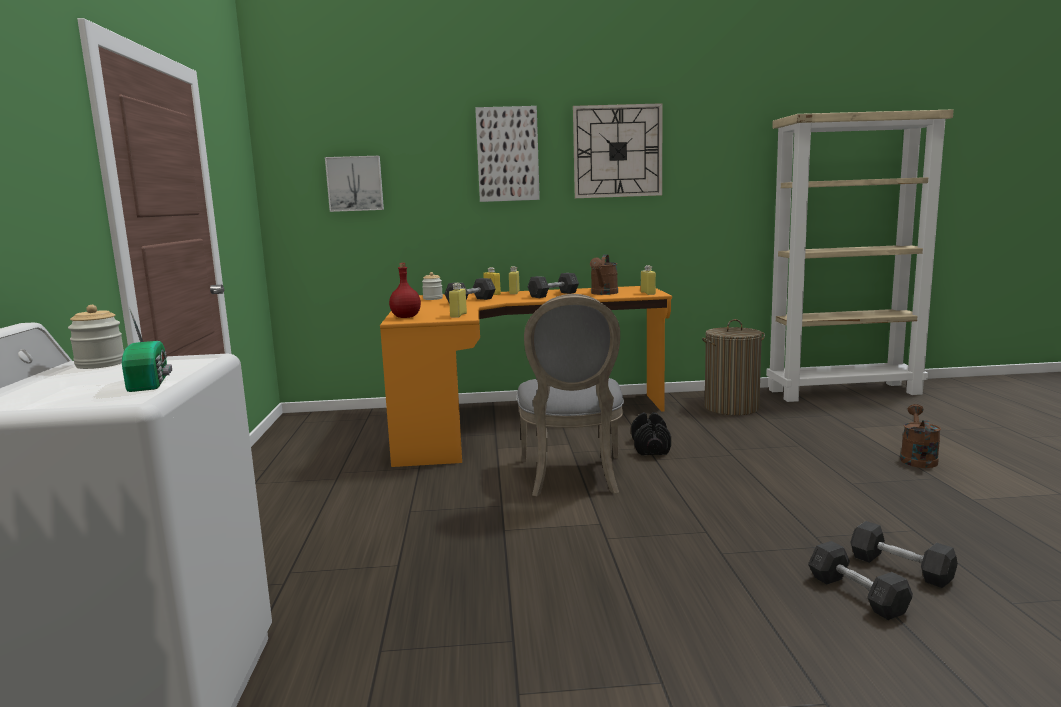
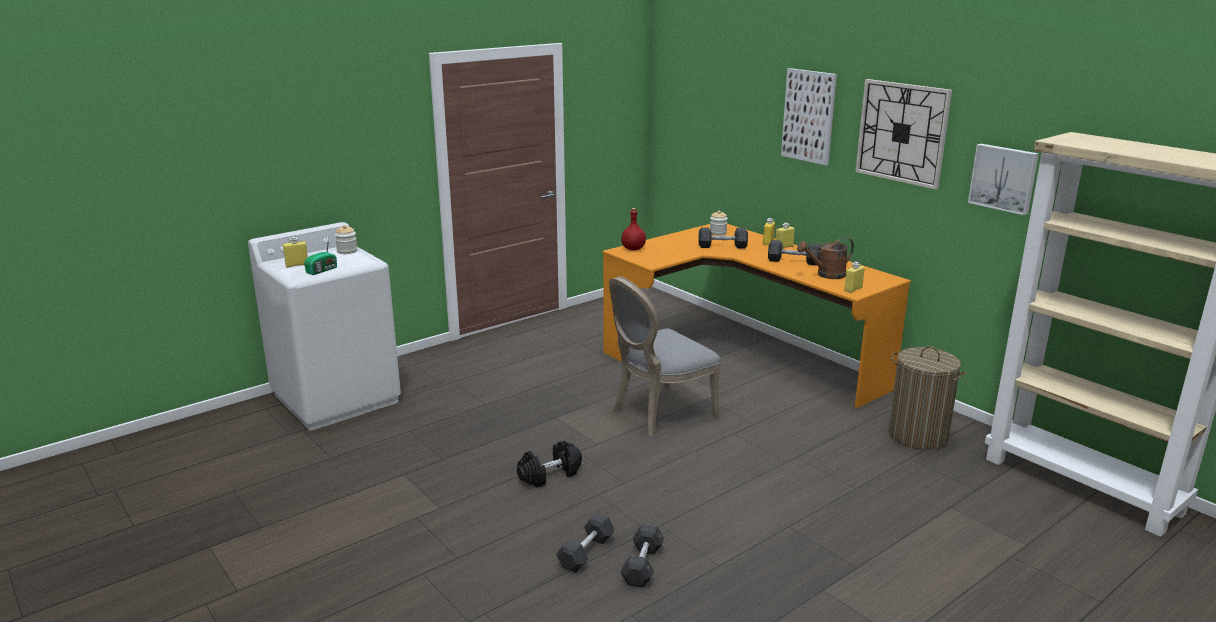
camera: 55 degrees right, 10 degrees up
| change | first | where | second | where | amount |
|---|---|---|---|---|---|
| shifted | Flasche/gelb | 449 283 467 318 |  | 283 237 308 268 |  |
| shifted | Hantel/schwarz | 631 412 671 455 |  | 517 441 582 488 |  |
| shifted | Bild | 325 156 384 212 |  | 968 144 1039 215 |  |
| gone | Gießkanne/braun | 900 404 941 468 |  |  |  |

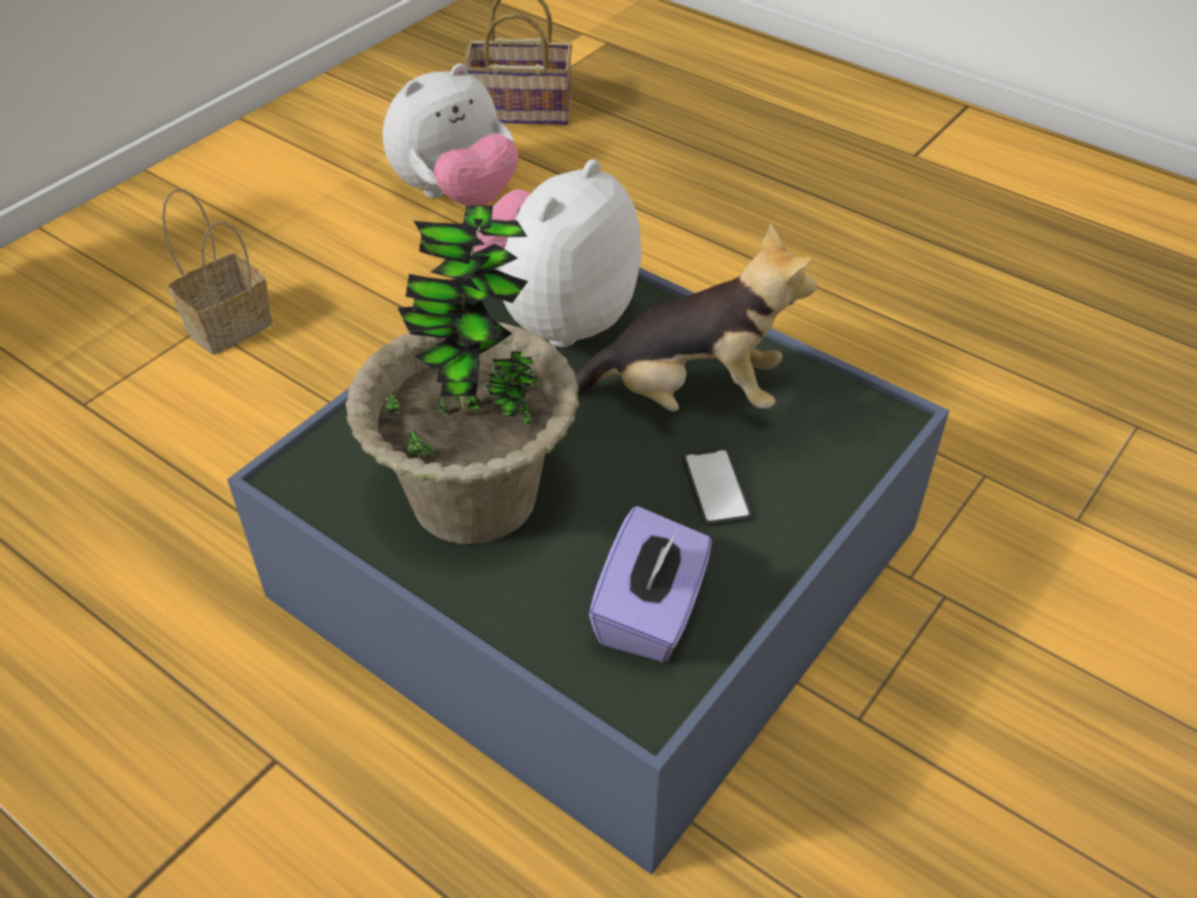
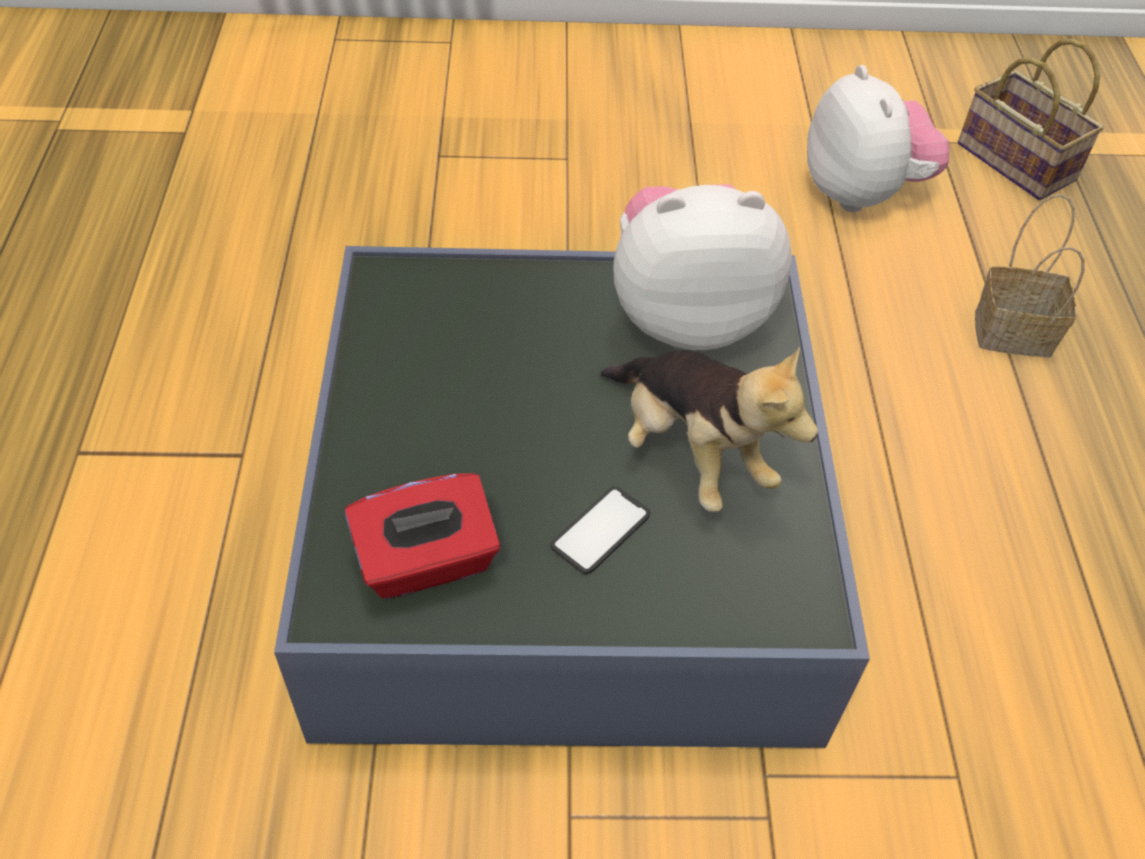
camera: 50 degrees right, 5 degrees up
| change | first | where | second | where | amount |
|---|---|---|---|---|---|
| repainted | Taschentuchbox/lila | 589 506 712 662 | Taschentuchbox/rot | 345 473 500 599 |  |
| rotated | Plüschtier | 383 63 518 206 |  | 807 65 950 212 | 120 degrees counterclockwise |
| shifted | Korb | 162 189 273 355 |  | 975 194 1085 357 |  |
| gone | Topfpflanze | 346 205 579 544 |  |  |  |

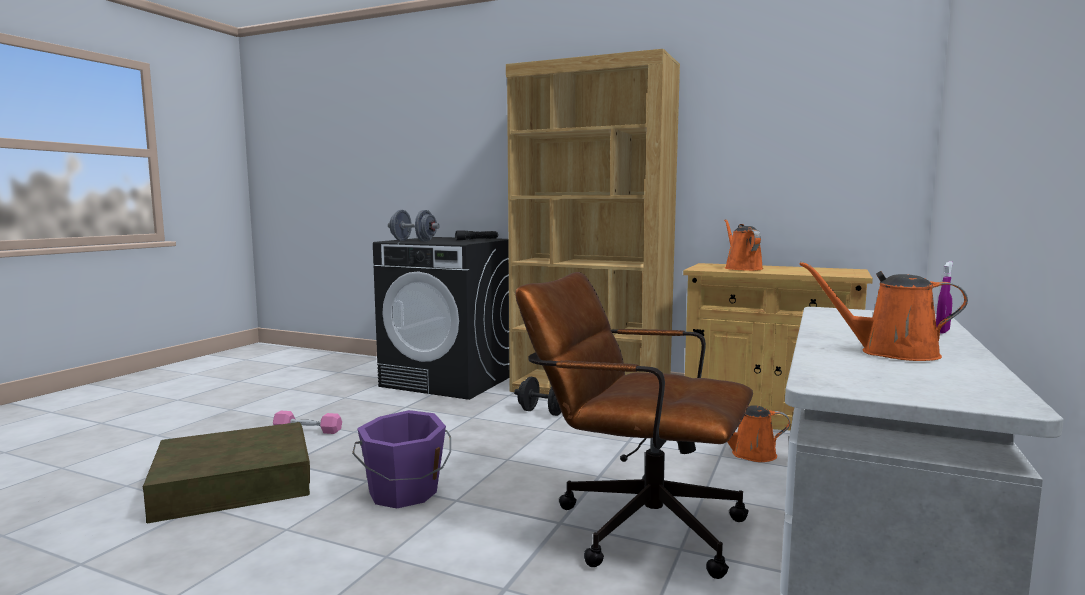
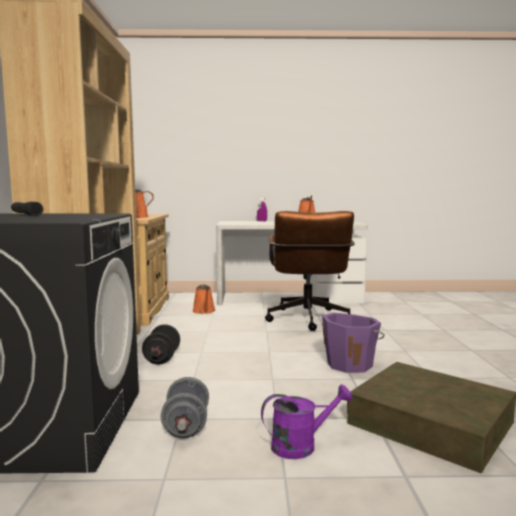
camera: 115 degrees left, 0 degrees up
| change | first | where | second | where | amount |
|---|---|---|---|---|---|
| shifted | Hantel/grau | 388 210 440 242 |  | 161 377 209 438 |  |
| swapped | Hantel/rosa | 273 411 342 434 | Gießkanne/lila | 261 384 352 459 |  |

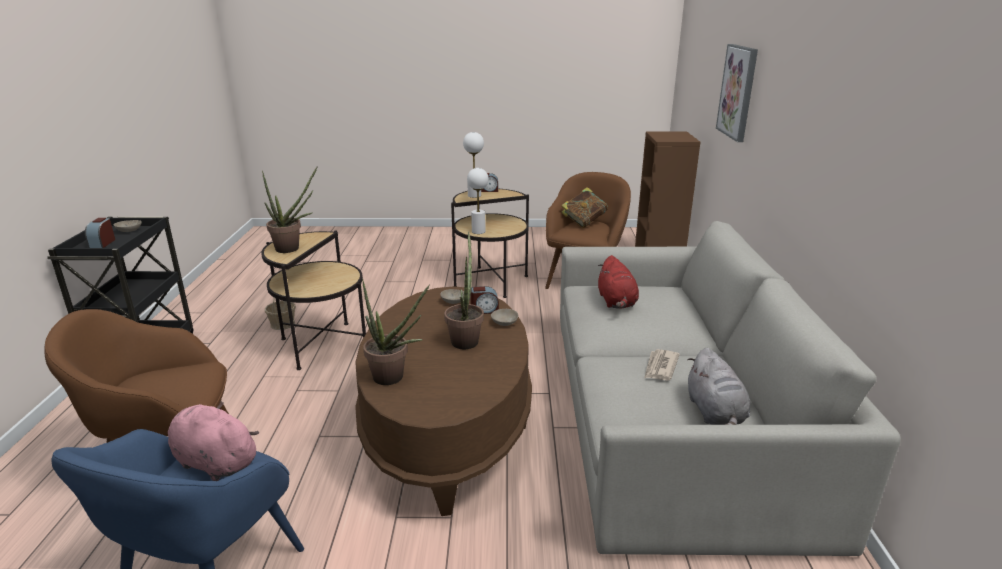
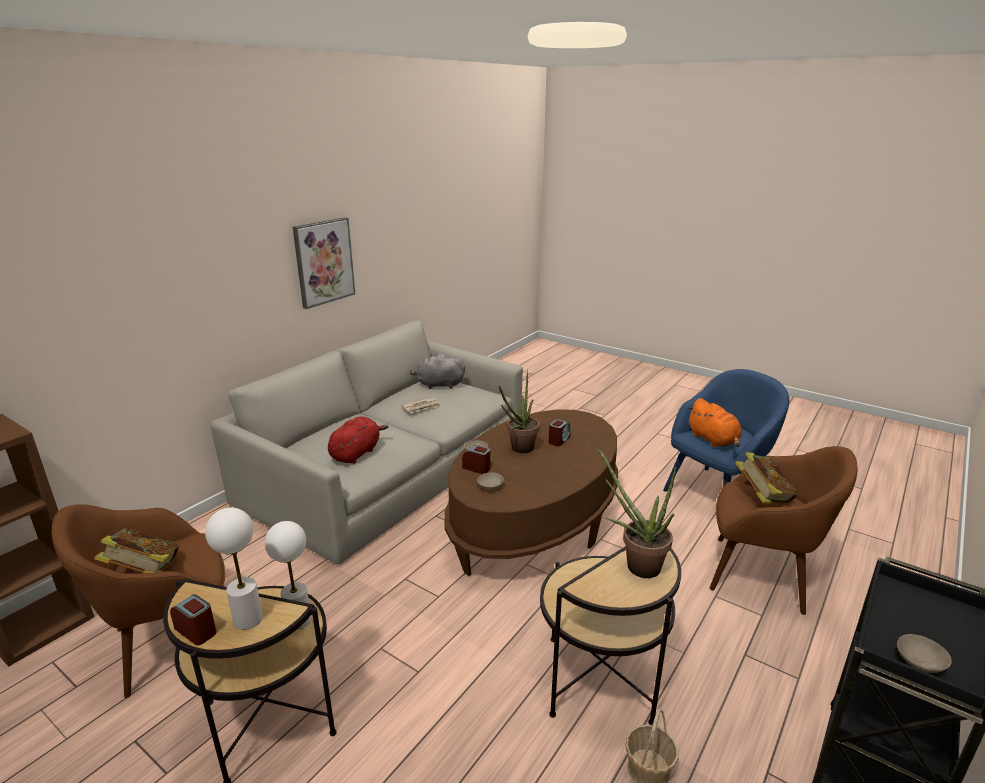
camera: 145 degrees left, 0 degrees up
| change | first | where | second | where | amount |
|---|---|---|---|---|---|
| shifted | Bild | 716 44 758 142 |  | 293 217 355 309 |  |
| rotated | Plüschtier/grau | 687 348 750 425 |  | 410 354 465 389 | 120 degrees counterclockwise |
| shifted | Wecker | 85 218 115 248 |  | 549 419 571 446 |  |
| repainted | Plüschtier/rosa | 168 401 259 481 | Plüschtier/orange | 687 398 742 447 |  |
| new |  |  | Buch | 735 452 798 504 |  |
| gone | Topfpflanze | 362 279 430 385 |  |  |  |

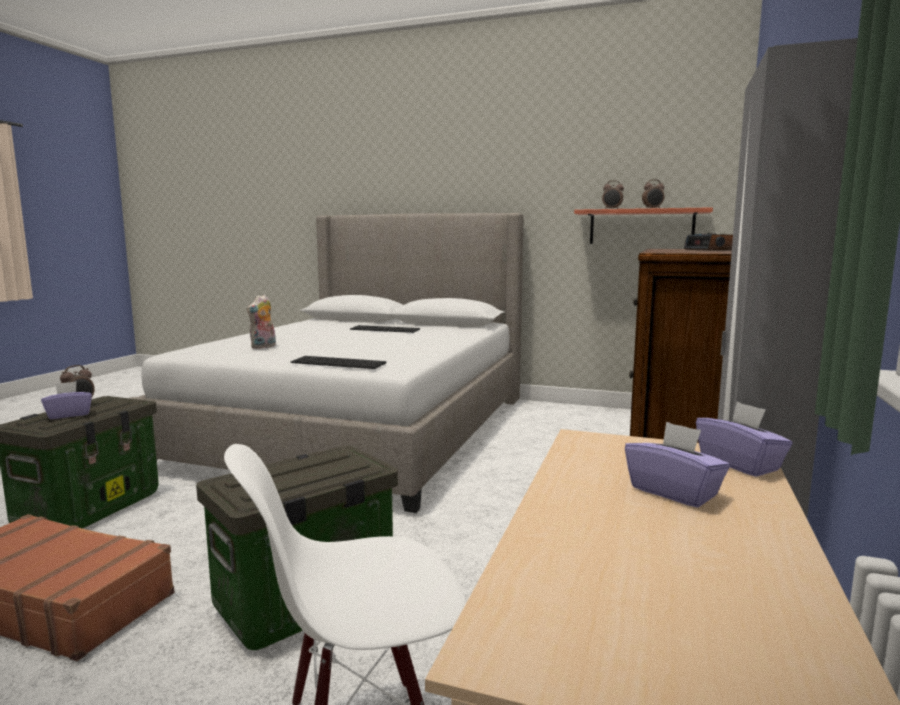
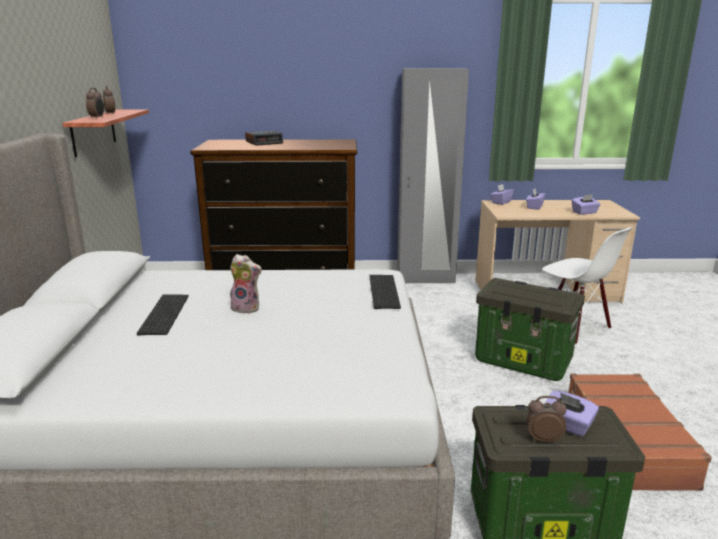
camera: 110 degrees left, 10 degrees up
| change | first | where | second | where | amount |
|---|---|---|---|---|---|
| shifted | Plüschtier | 247 295 276 349 |  | 230 254 262 314 |  |
| new |  |  | Taschentuchbox/lila | 572 194 601 215 |  |

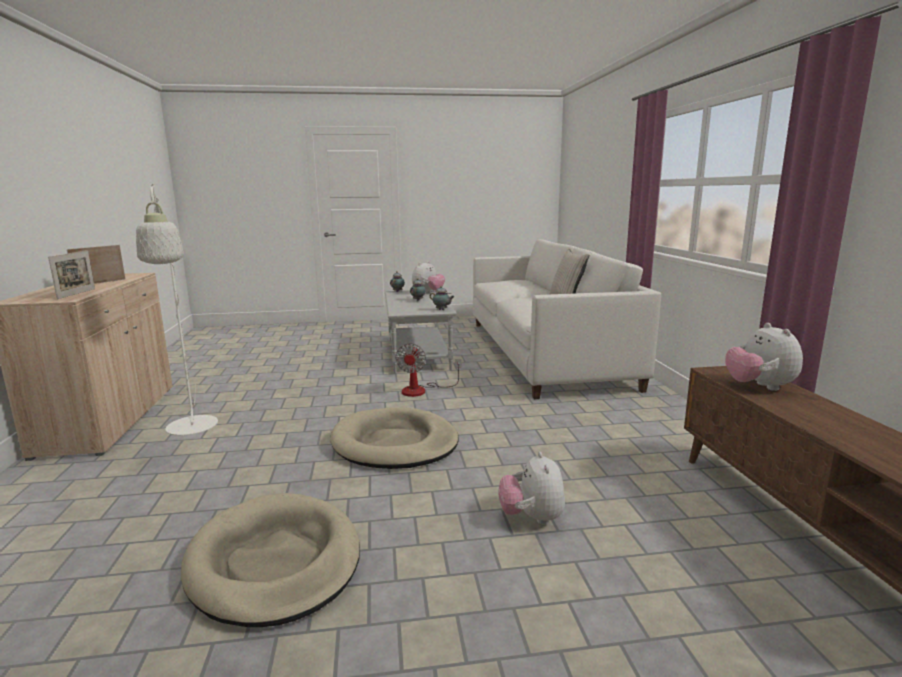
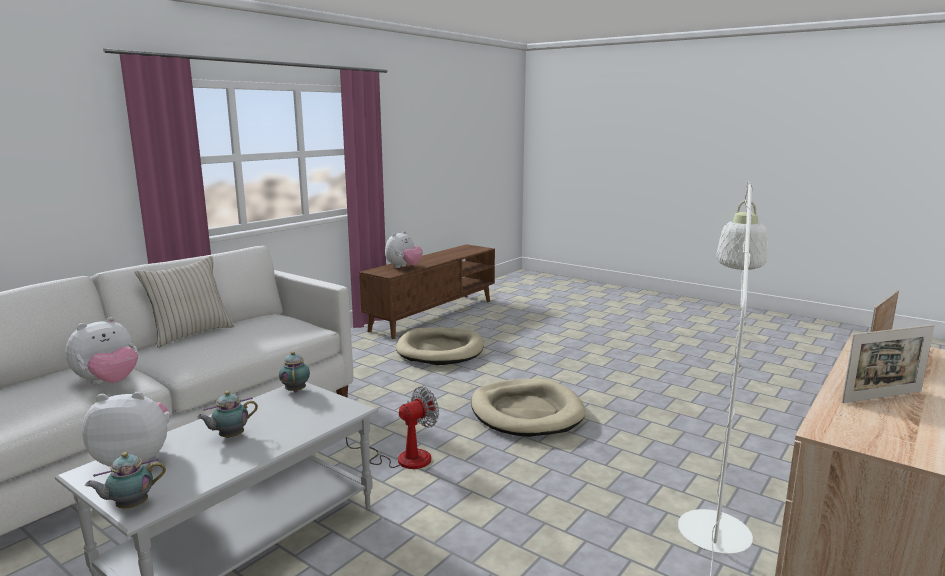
camera: 135 degrees left, 0 degrees up
| change | first | where | second | where | amount |
|---|---|---|---|---|---|
| shifted | Plüschtier | 498 452 565 525 |  | 65 317 138 385 |  |
| shifted | Hundebett/beige | 181 493 360 627 |  | 396 327 484 365 |  |

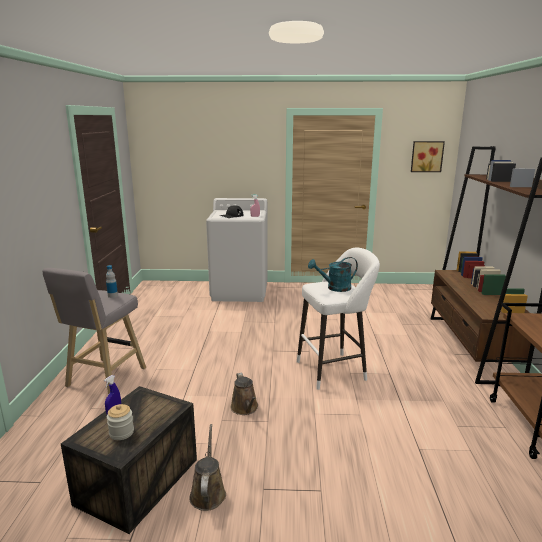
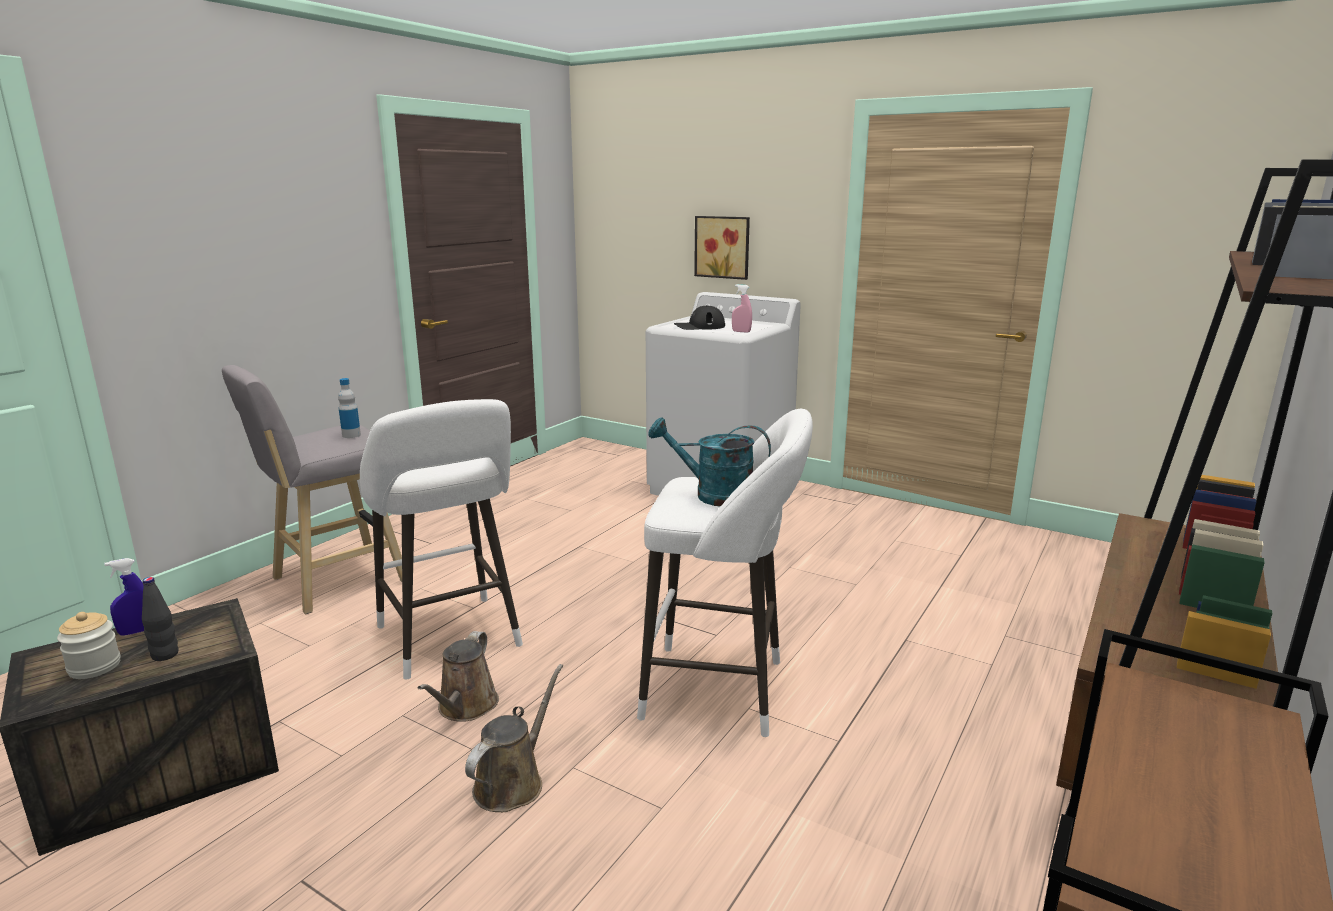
camera: 30 degrees right, 0 degrees up
| change | first | where | second | where | amount |
|---|---|---|---|---|---|
| new |  |  | Flasche/schwarz | 142 577 178 661 |  |
| new |  |  | Hocker/weiß | 360 399 523 679 |  |
| shifted | Gießkanne/braun | 189 424 226 511 |  | 465 664 563 812 |  |
| shifted | Bild | 411 141 445 172 |  | 694 216 750 280 |  |

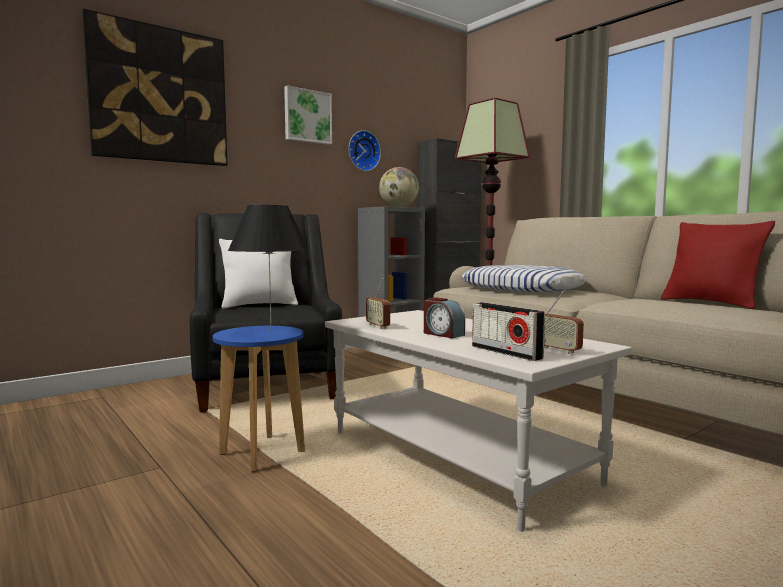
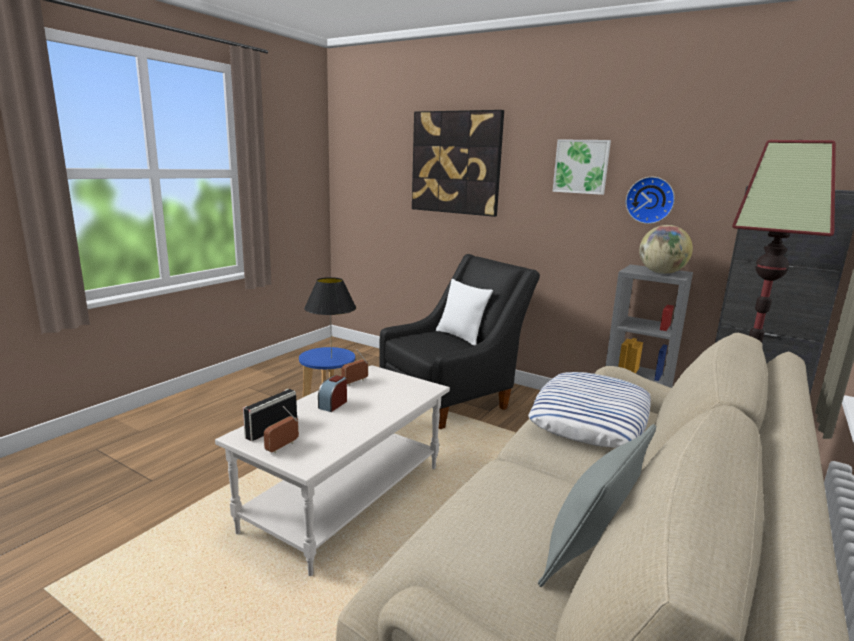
camera: 70 degrees right, 10 degrees up
| change | first | where | second | where | amount |
|---|---|---|---|---|---|
| repainted | Kissen/rot | 661 221 775 309 | Kissen/grau | 538 424 656 587 |  |

